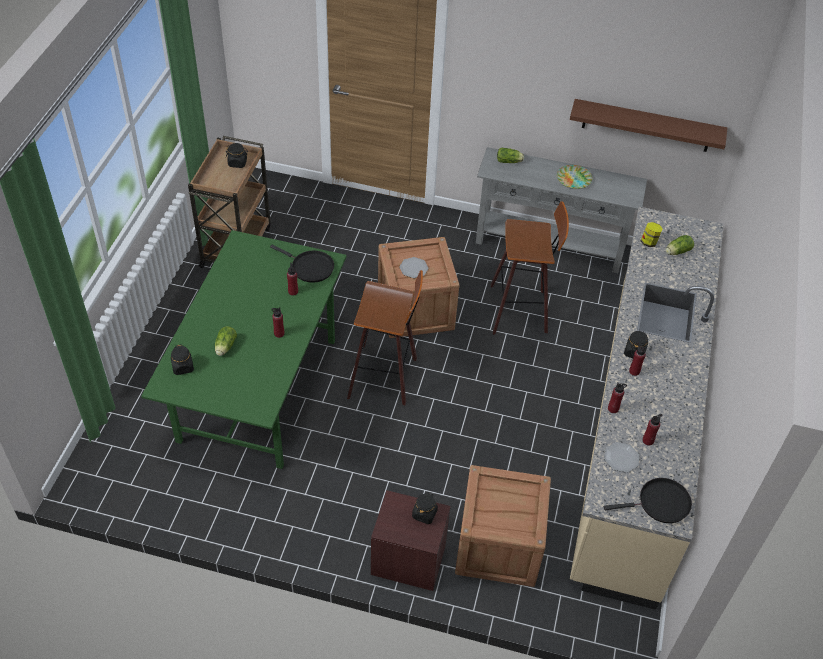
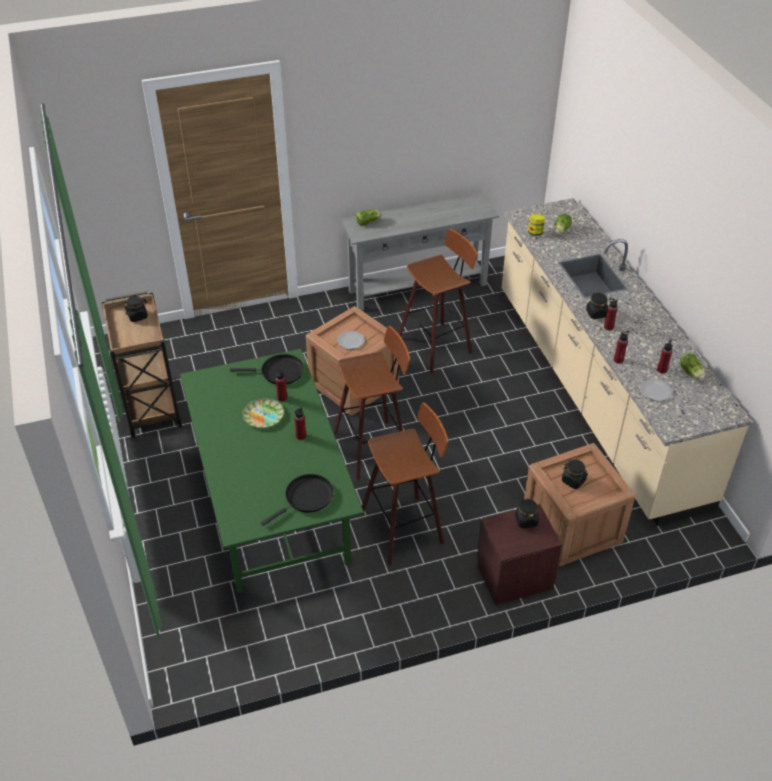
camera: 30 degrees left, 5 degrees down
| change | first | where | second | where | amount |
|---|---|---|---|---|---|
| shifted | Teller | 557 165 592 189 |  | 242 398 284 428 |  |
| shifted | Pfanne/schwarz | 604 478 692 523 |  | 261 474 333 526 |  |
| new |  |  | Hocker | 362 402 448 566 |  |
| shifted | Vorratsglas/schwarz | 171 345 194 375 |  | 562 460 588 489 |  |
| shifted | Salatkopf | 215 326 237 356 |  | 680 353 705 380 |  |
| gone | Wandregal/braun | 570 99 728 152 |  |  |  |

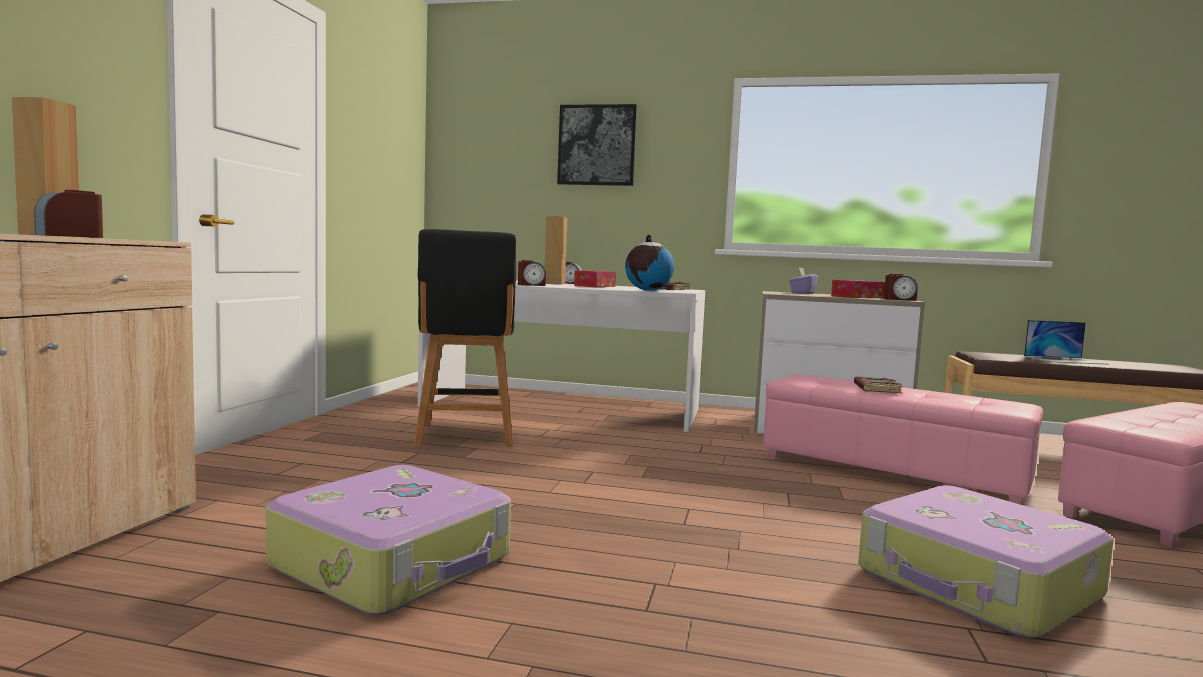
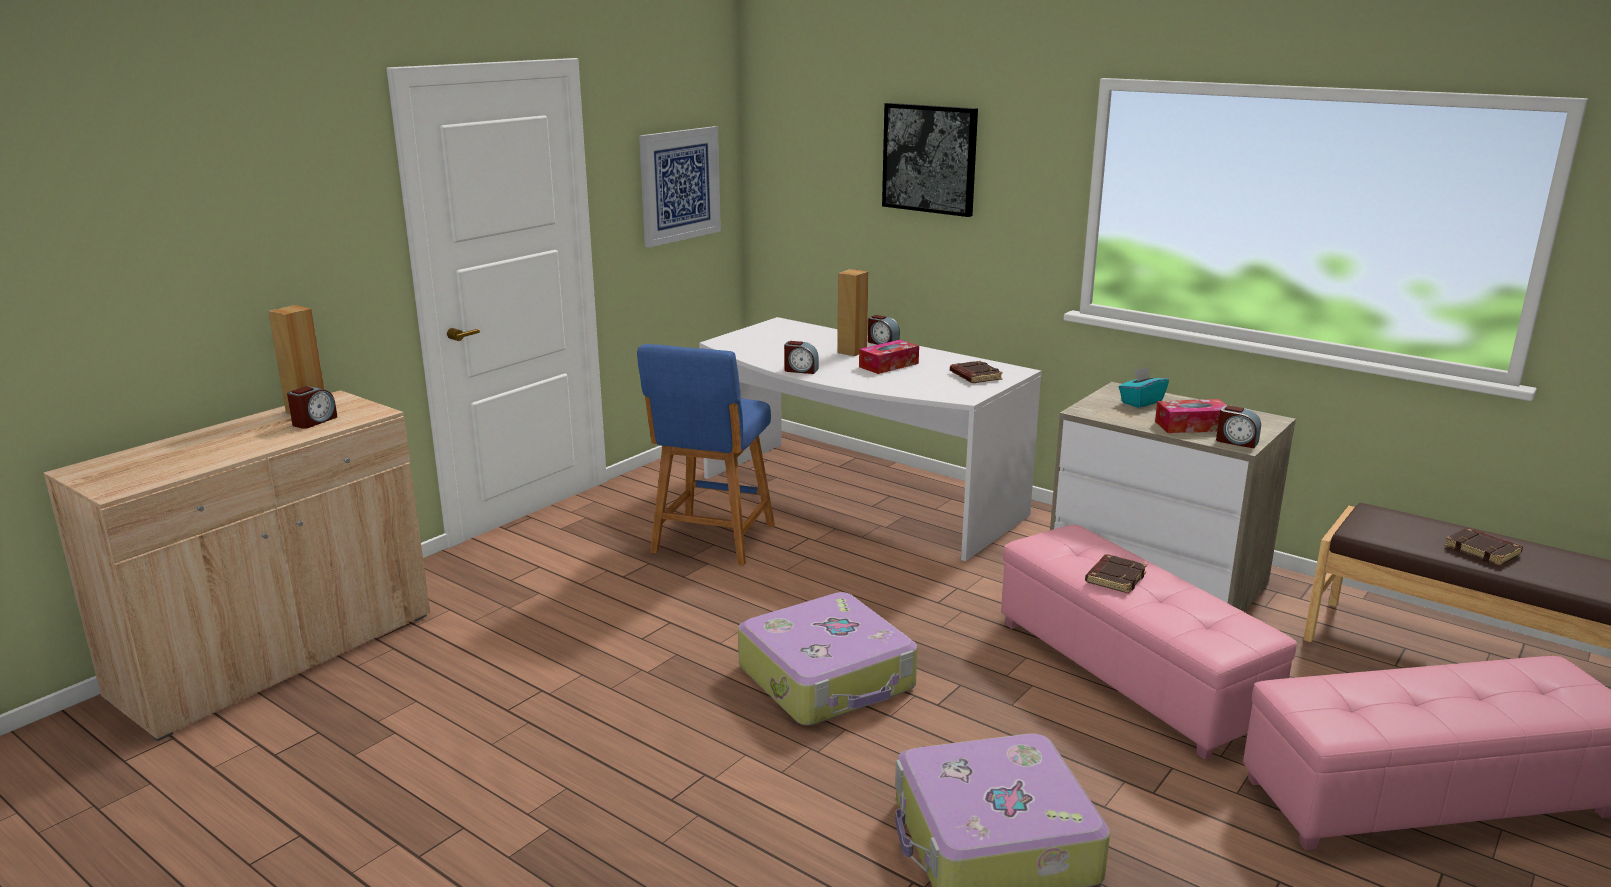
camera: 25 degrees right, 15 degrees up
| change | first | where | second | where | amount |
|---|---|---|---|---|---|
| rotated | Wecker | 34 190 103 238 |  | 287 386 337 429 | 150 degrees clockwise |
| repainted | Hocker/schwarz | 414 229 516 447 | Hocker/blau | 637 344 775 566 |  |
| new |  |  | Bild | 639 126 721 248 |  |
| shifted | Koffer | 266 465 511 615 |  | 738 592 917 725 |  |
| repainted | Taschentuchbox/lila | 789 268 818 294 | Taschentuchbox/türkis | 1119 367 1169 408 |  |
| swapped | Laptop | 1024 320 1109 365 | Buch/braun | 1444 528 1523 566 |  |
| gone | Globus | 625 235 674 291 |  |  |  |

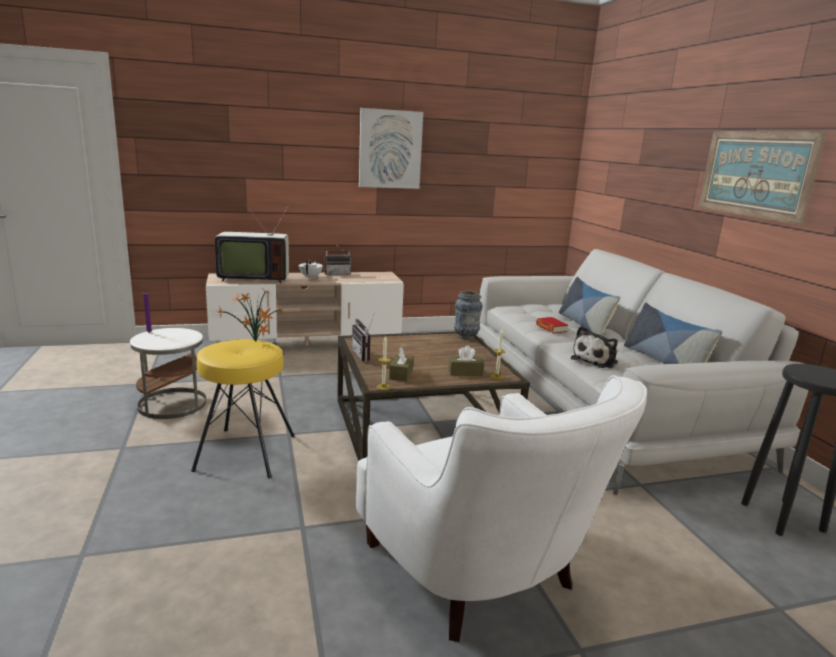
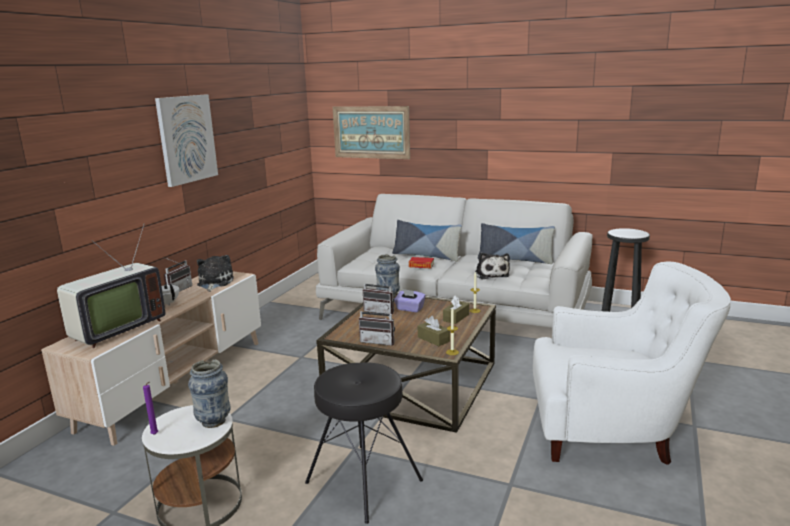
camera: 50 degrees left, 0 degrees up
| change | first | where | second | where | amount |
|---|---|---|---|---|---|
| new |  |  | Vase | 188 359 231 428 |  |
| new |  |  | Plüschtier | 197 255 234 292 |  |
| repainted | Hocker/gelb | 191 339 295 479 | Hocker/schwarz | 305 362 423 524 |  |
| shifted | Bild | 699 131 827 225 |  | 333 106 410 159 |  |
| new |  |  | Radio | 363 274 394 314 |  |
| new |  |  | Taschentuchbox/lila | 394 289 426 312 |  |
| gone | Topfpflanze | 218 288 282 342 |  |  |  |

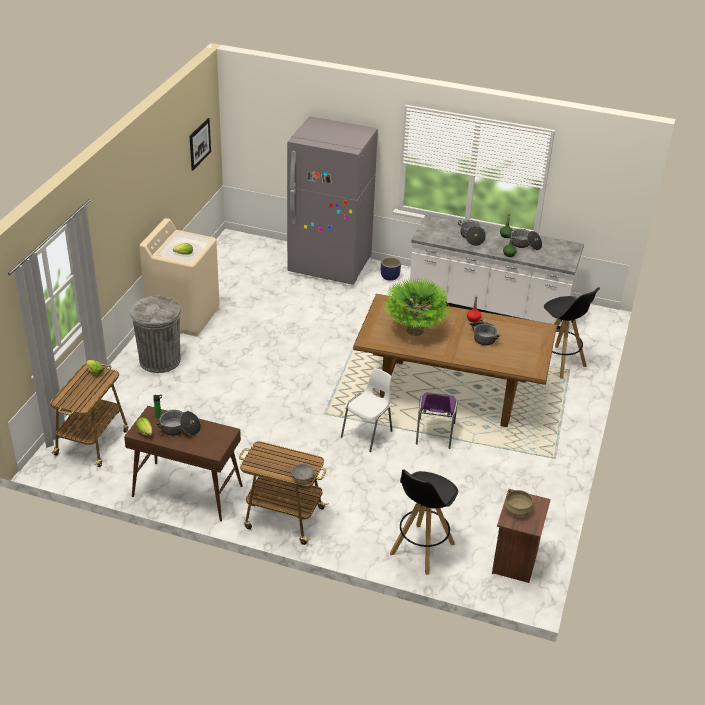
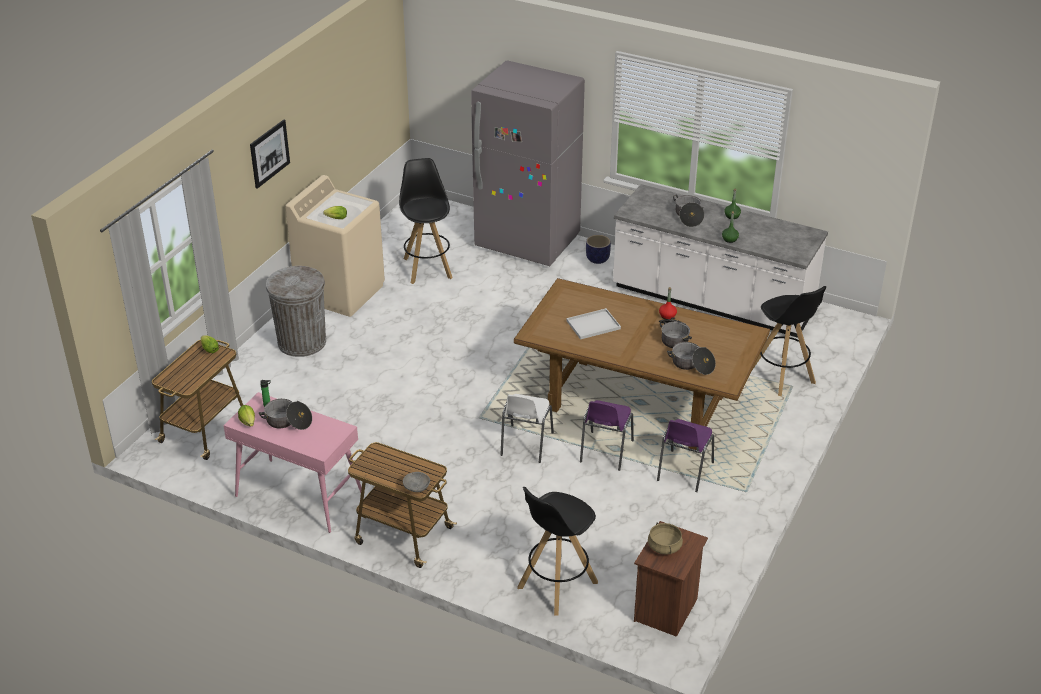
camera: 10 degrees right, 0 degrees up
| change | first | where | second | where | amount |
|---|---|---|---|---|---|
| repainted | Konsolentisch/braun | 124 406 243 521 | Konsolentisch/rosa | 223 392 362 533 |  |
| shifted | Bild | 190 118 211 171 |  | 250 120 290 189 |  |
| new |  |  | Hocker/schwarz | 399 158 453 284 |  |
| rotated | Stuhl/weiß | 341 368 392 452 |  | 500 394 554 463 | 150 degrees clockwise |
| swapped | Topfpflanze | 384 277 452 336 | Tablett/weiß | 566 308 621 340 |  |
| new |  |  | Stuhl/lila | 657 419 714 492 |  |
| shifted | Kochtopf | 508 229 542 250 |  | 667 342 716 375 |  |

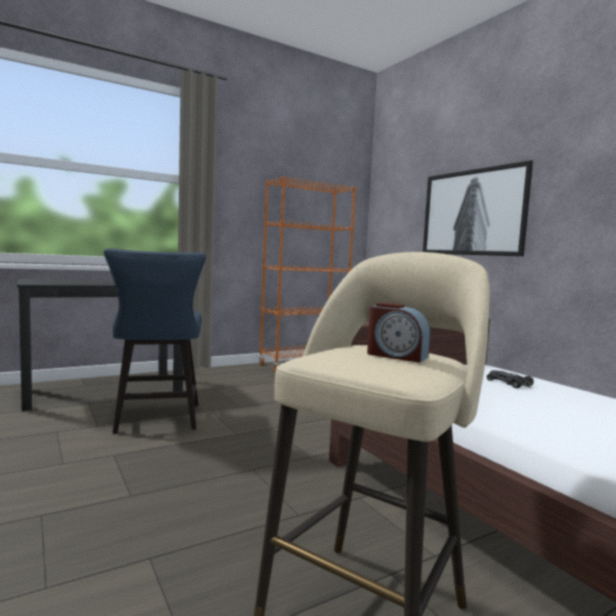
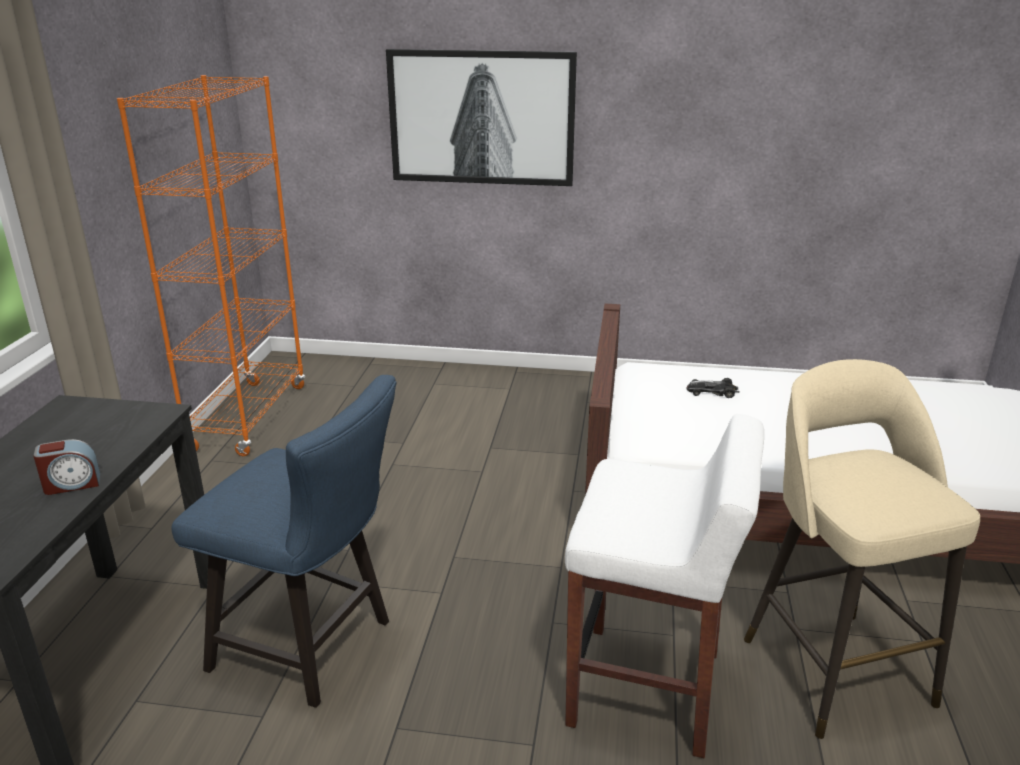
camera: 50 degrees left, 20 degrees up
| change | first | where | second | where | amount |
|---|---|---|---|---|---|
| shifted | Wecker | 367 303 430 363 |  | 33 439 100 495 |  |
| new |  |  | Hocker/weiß | 565 414 764 758 |  |

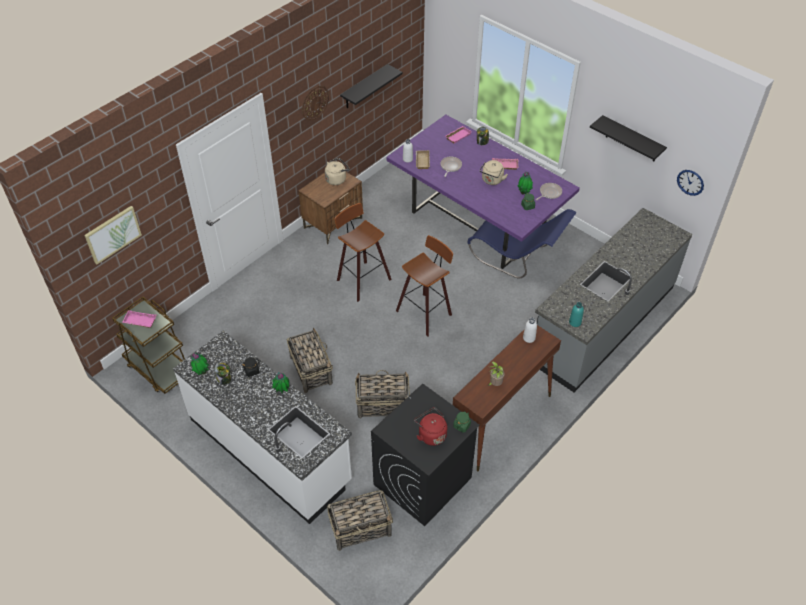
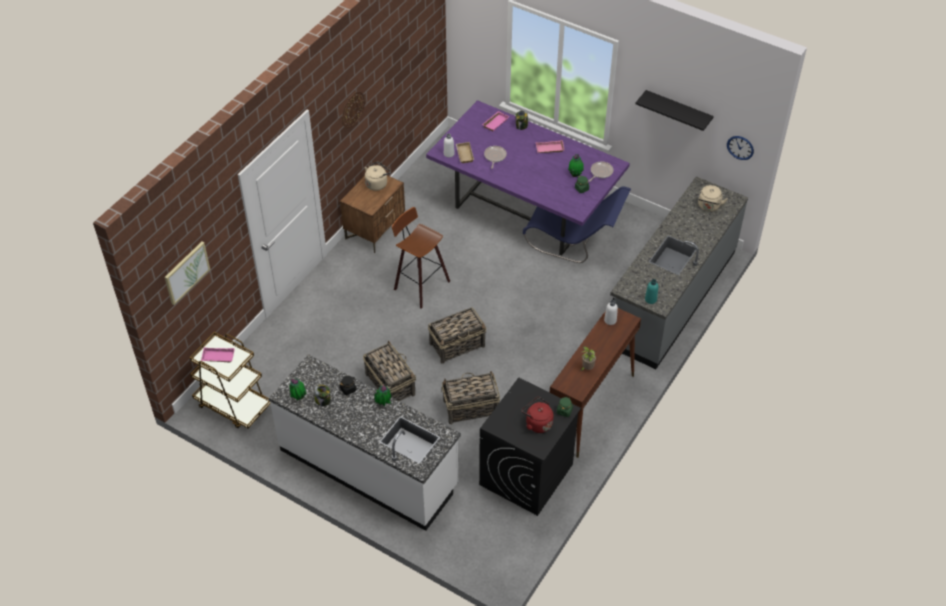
camera: 10 degrees left, 0 degrees up
| change | first | where | second | where | amount |
|---|---|---|---|---|---|
| shifted | Korb | 327 490 393 551 |  | 428 307 486 364 |  |
| shifted | Wasserkessel/beige | 480 160 508 185 |  | 698 185 728 212 |  |
| gone | Wandregal/schwarz | 340 64 403 108 |  |  |  |
| gone | Hocker | 396 235 453 336 |  |  |  |

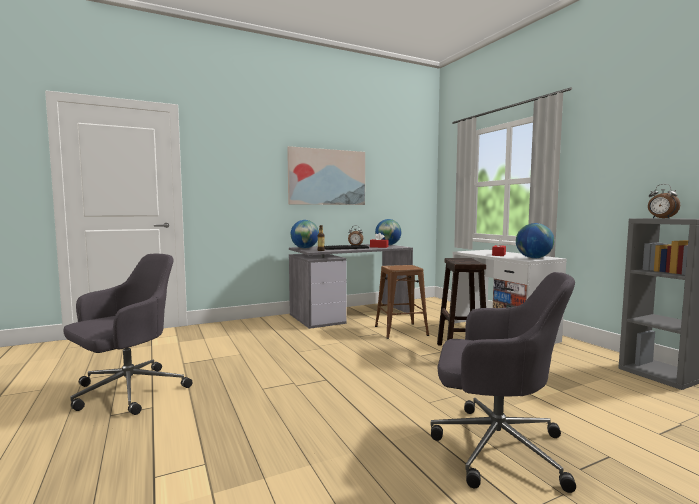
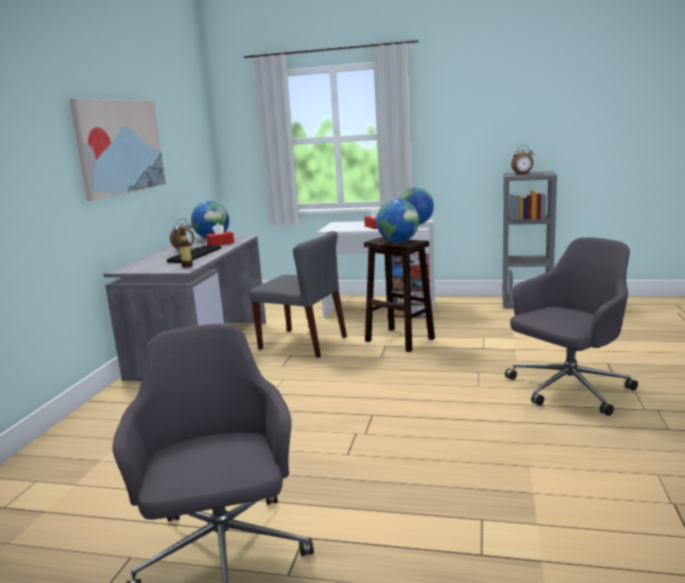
camera: 50 degrees left, 10 degrees up
| change | first | where | second | where | amount |
|---|---|---|---|---|---|
| swapped | Hocker/braun | 375 265 429 339 | Stuhl/grau | 249 231 347 358 |  |
| shifted | Globus | 291 220 319 248 |  | 376 199 419 243 |  |

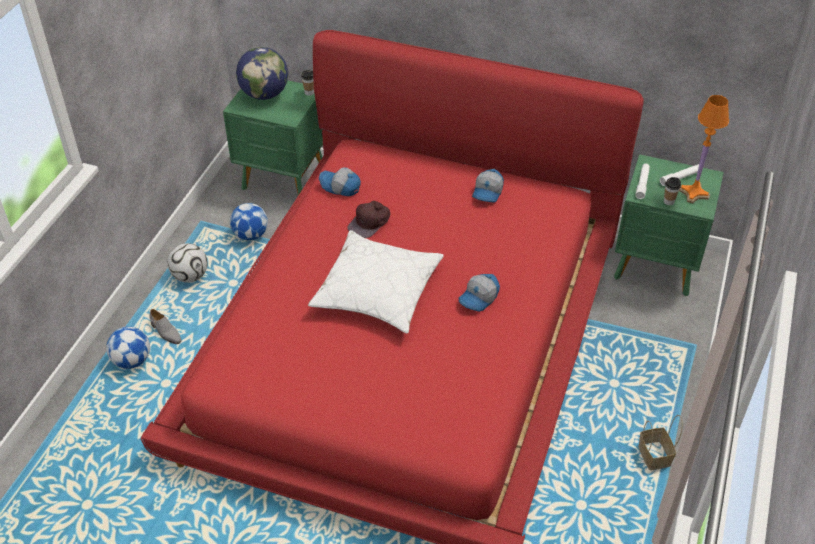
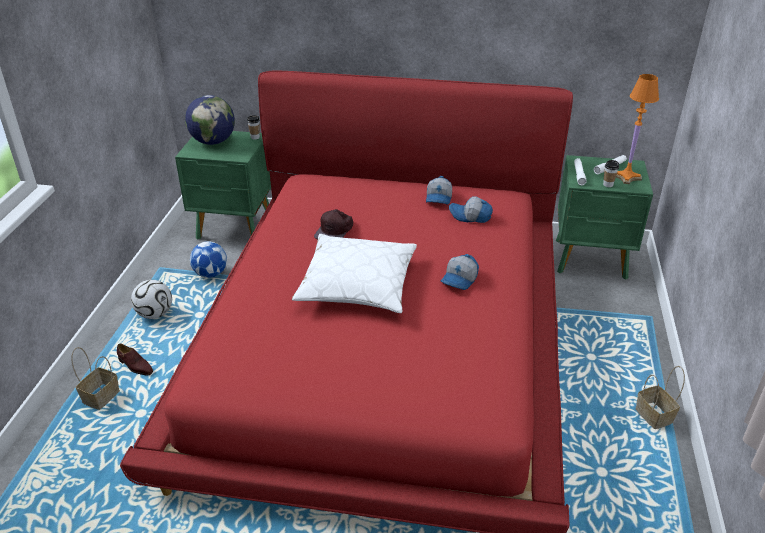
camera: 10 degrees left, 10 degrees down
| change | first | where | second | where | amount |
|---|---|---|---|---|---|
| swapped | Fußball | 106 326 150 369 | Korb | 72 347 120 410 |  |
| repainted | Schuh/grau | 149 309 181 344 | Schuh/braun | 117 344 153 375 |  |
| shifted | Kappe | 319 167 361 196 |  | 449 196 493 223 |  |

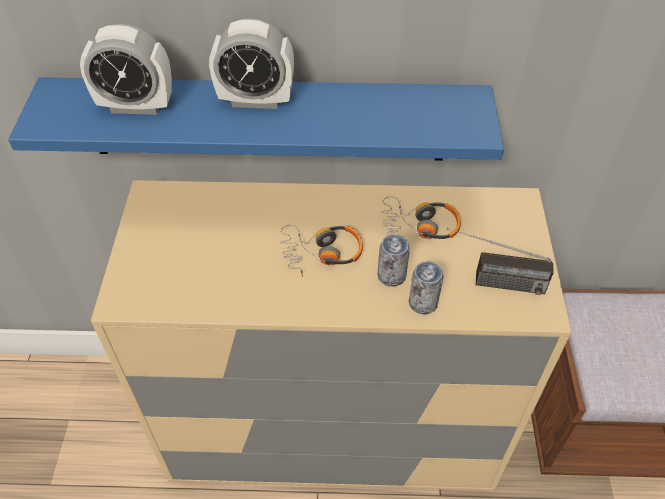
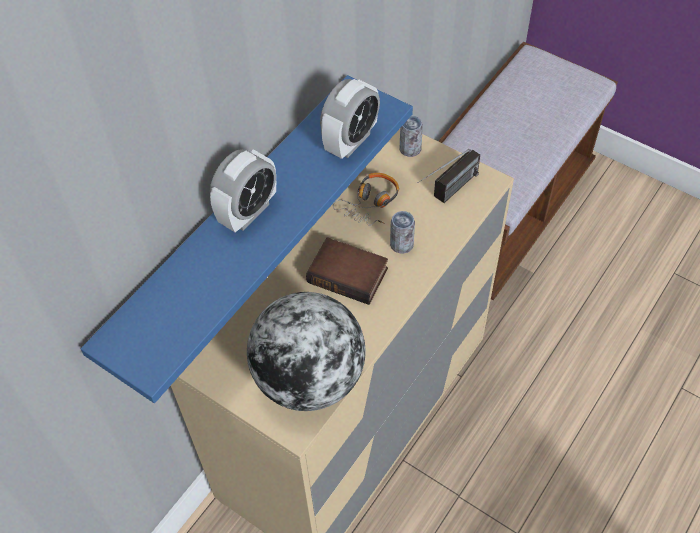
camera: 55 degrees left, 5 degrees up
| change | first | where | second | where | amount |
|---|---|---|---|---|---|
| new |  |  | Globus | 247 292 365 411 |  |
| swapped | Kopfhörer | 280 225 363 277 | Buch | 306 237 388 305 |  |
| shifted | Wecker | 80 24 172 115 |  | 320 79 380 159 |  |
| shifted | Dose | 408 261 444 314 |  | 399 116 423 157 |  |

